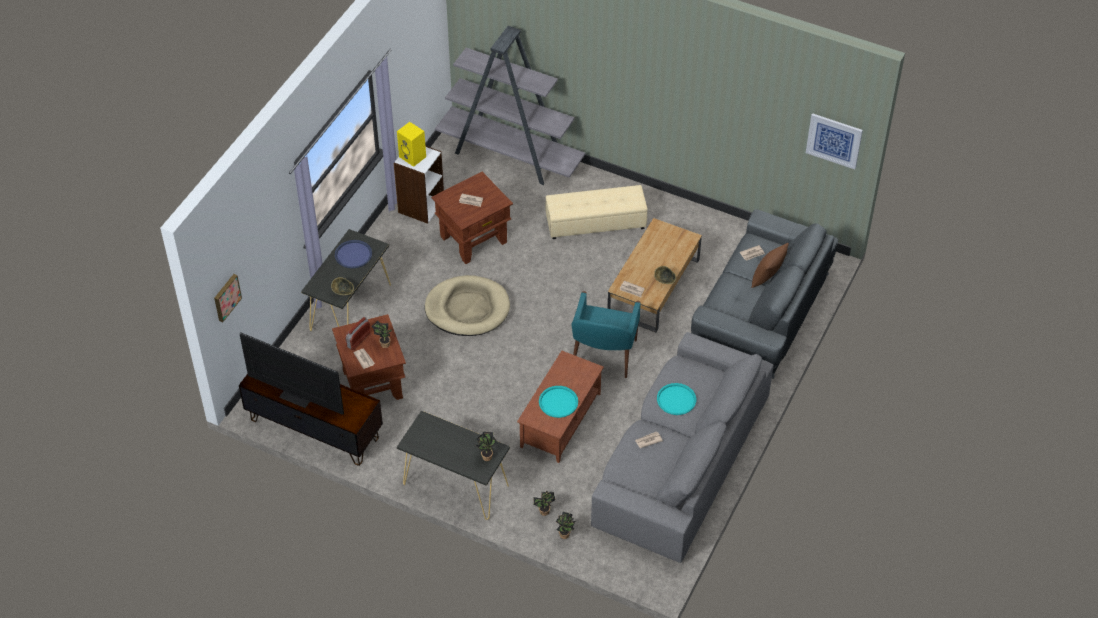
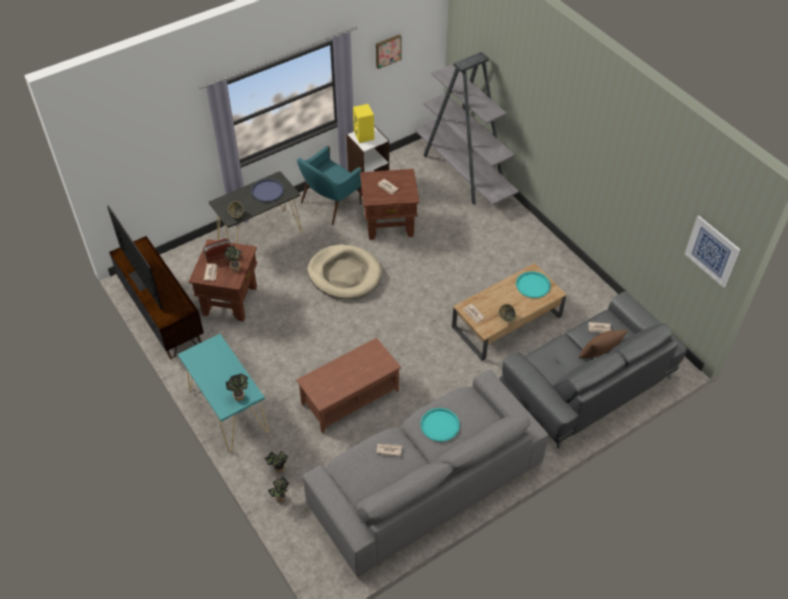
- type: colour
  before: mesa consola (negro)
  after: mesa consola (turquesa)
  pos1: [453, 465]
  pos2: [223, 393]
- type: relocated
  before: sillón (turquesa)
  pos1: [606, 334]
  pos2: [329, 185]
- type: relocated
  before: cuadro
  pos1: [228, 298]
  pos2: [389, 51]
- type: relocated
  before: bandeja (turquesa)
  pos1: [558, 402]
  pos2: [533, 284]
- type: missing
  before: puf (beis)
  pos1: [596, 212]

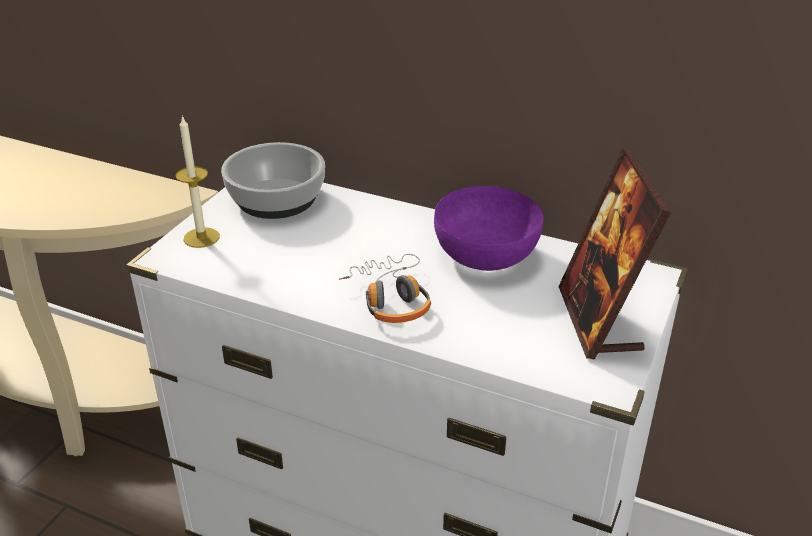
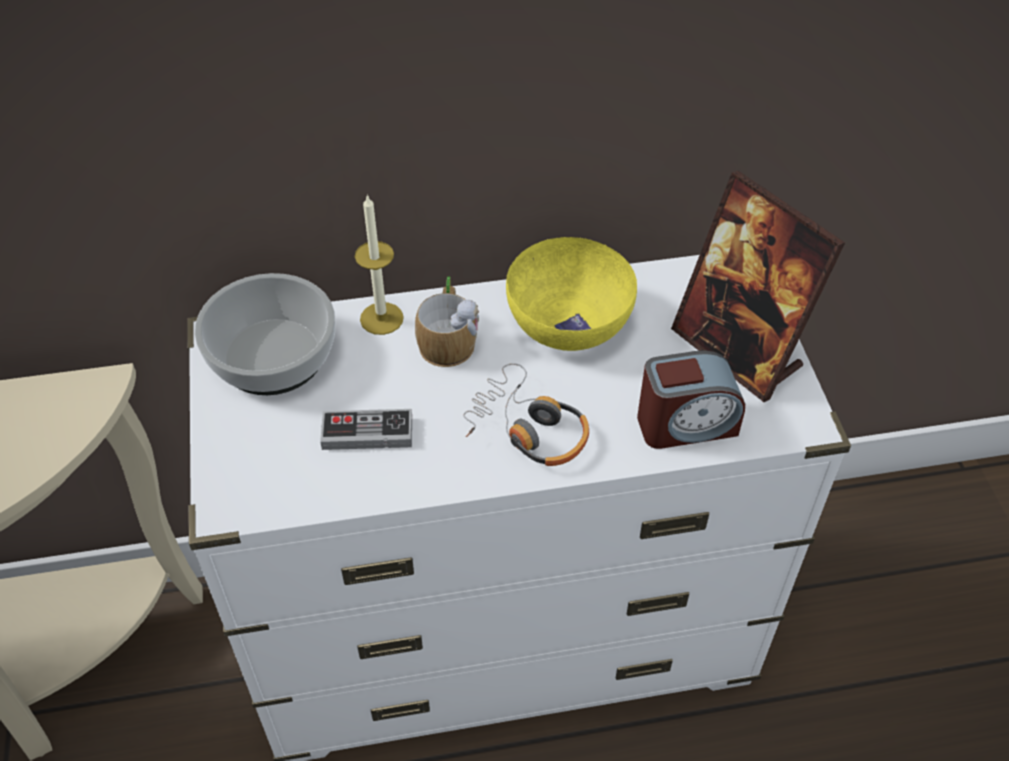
- type: appeared
  after: mando de consola
  pos2: [366, 429]
- type: relocated
  before: vela
  pos1: [197, 181]
  pos2: [379, 264]
- type: appeared
  after: taza grande
  pos2: [447, 322]
- type: colour
  before: cuenco (morado)
  after: cuenco (amarillo)
  pos1: [488, 228]
  pos2: [571, 294]
- type: appeared
  after: despertador
  pos2: [691, 399]

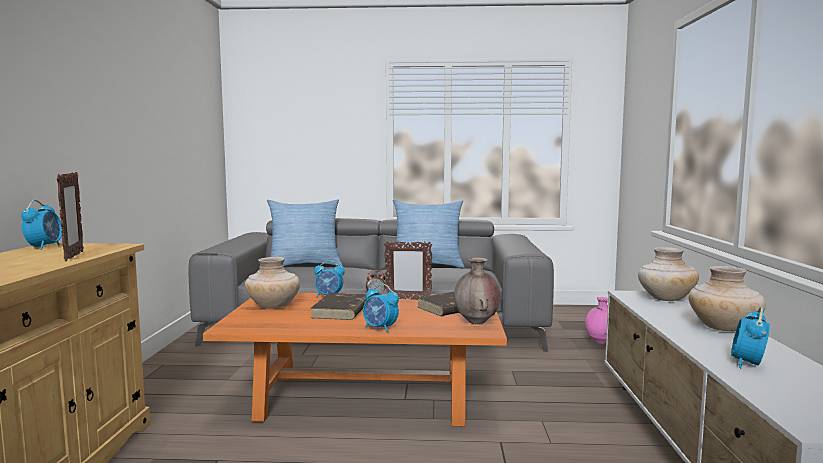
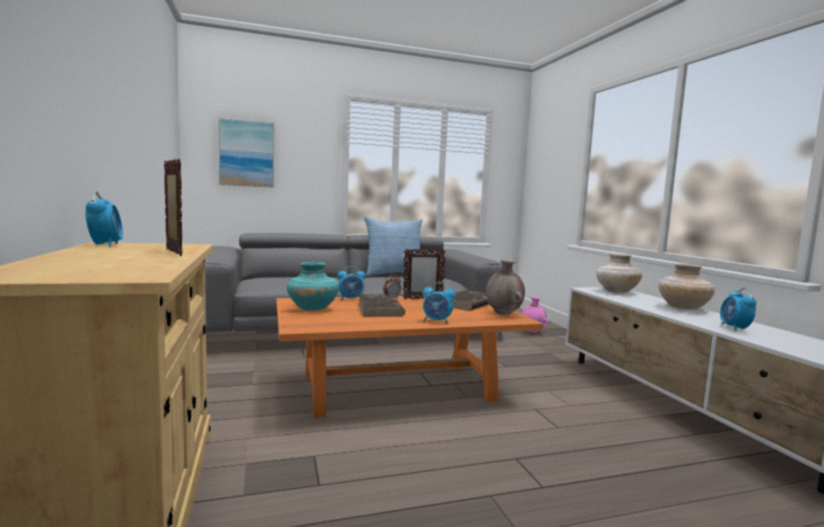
- type: appeared
  after: cuadro
  pos2: [246, 153]
- type: colour
  before: florero (beis)
  after: florero (turquesa)
  pos1: [272, 283]
  pos2: [313, 286]
- type: missing
  before: cojín
  pos1: [304, 232]

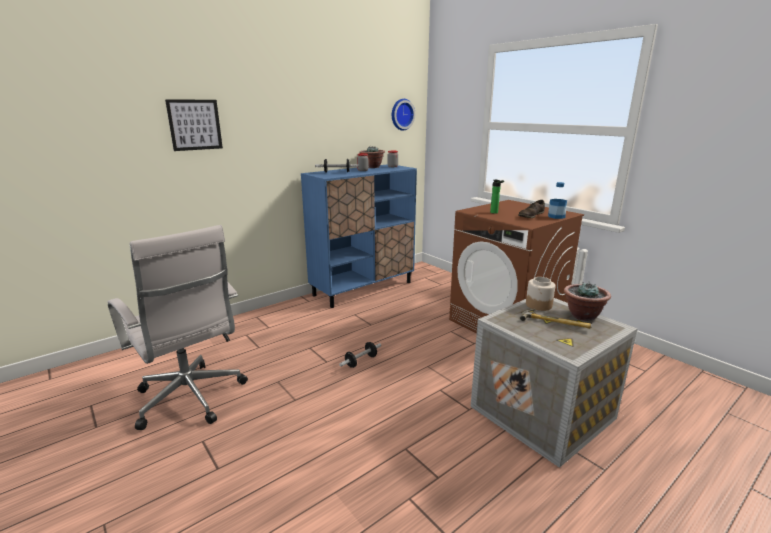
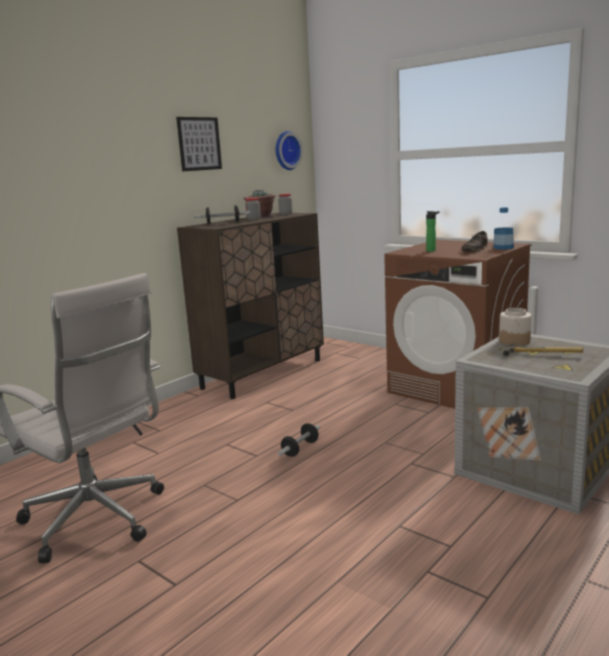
- type: relocated
  before: cuadro
  pos1: [194, 125]
  pos2: [199, 144]
- type: colour
  before: armario (azul)
  after: armario (marrón)
  pos1: [359, 236]
  pos2: [250, 306]
- type: missing
  before: planta en maceta
  pos1: [587, 301]

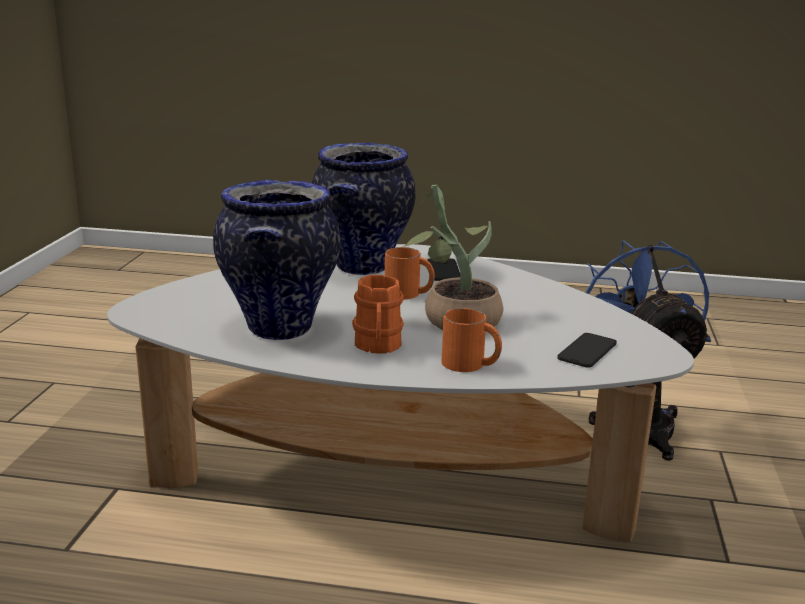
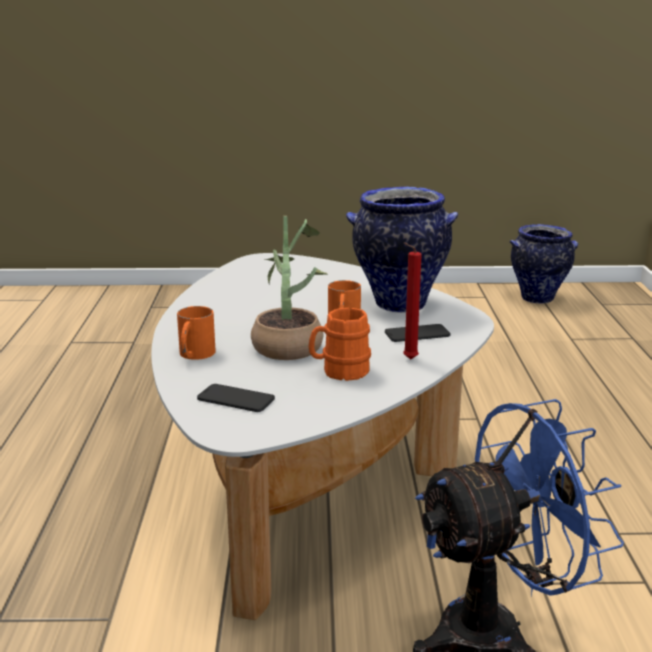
- type: relocated
  before: taza grande (naranja)
  pos1: [378, 314]
  pos2: [340, 344]
- type: appeared
  after: vela (rojo)
  pos2: [412, 300]
- type: relocated
  before: florero
  pos1: [277, 260]
  pos2: [544, 264]

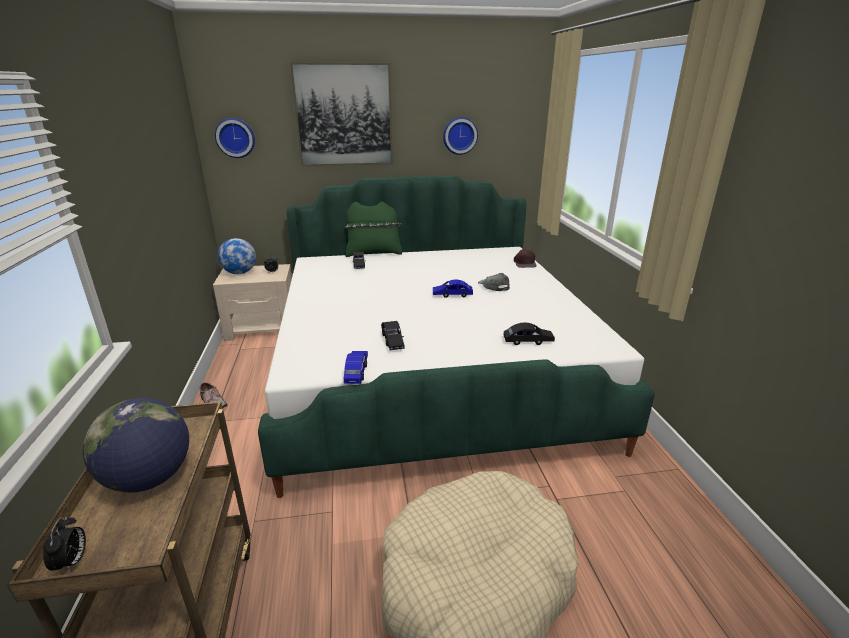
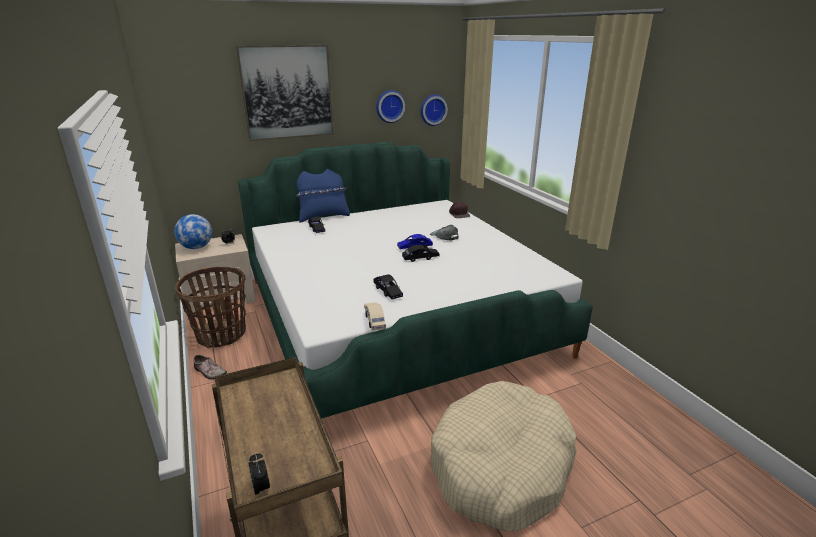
- type: appeared
  after: cesta
  pos2: [210, 307]
- type: colour
  before: cojín (verde)
  after: cojín (azul)
  pos1: [373, 229]
  pos2: [323, 196]
- type: colour
  before: coche de juguete (azul)
  after: coche de juguete (beis)
  pos1: [356, 367]
  pos2: [375, 316]
- type: relocated
  before: coche de juguete (negro)
  pos1: [529, 334]
  pos2: [421, 253]
- type: relocated
  before: reloj de pared
  pos1: [235, 138]
  pos2: [434, 110]
- type: missing
  before: globo terráqueo
  pos1: [136, 445]

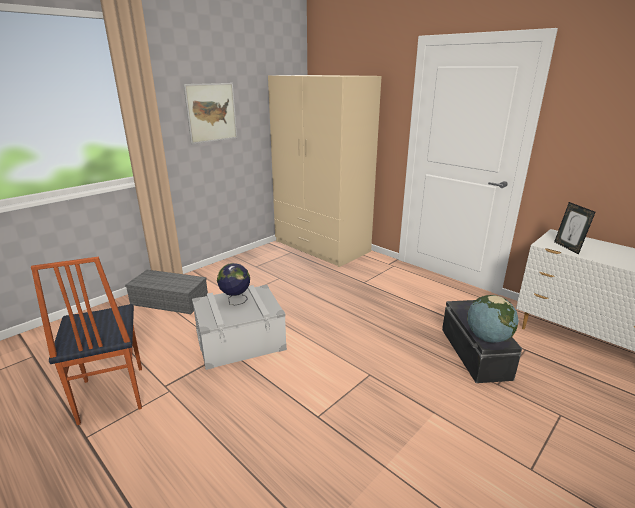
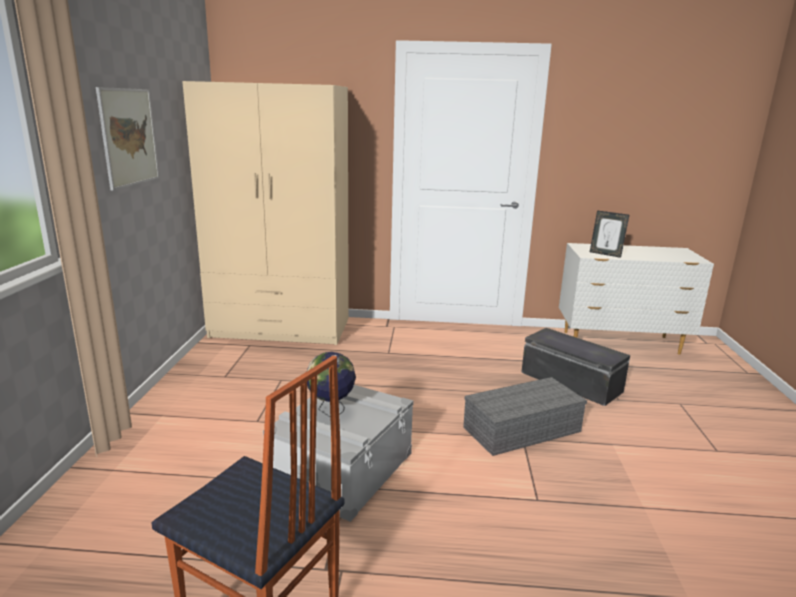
- type: relocated
  before: caja de almacenaje (gris)
  pos1: [166, 292]
  pos2: [525, 416]
- type: missing
  before: globo terráqueo
  pos1: [493, 319]

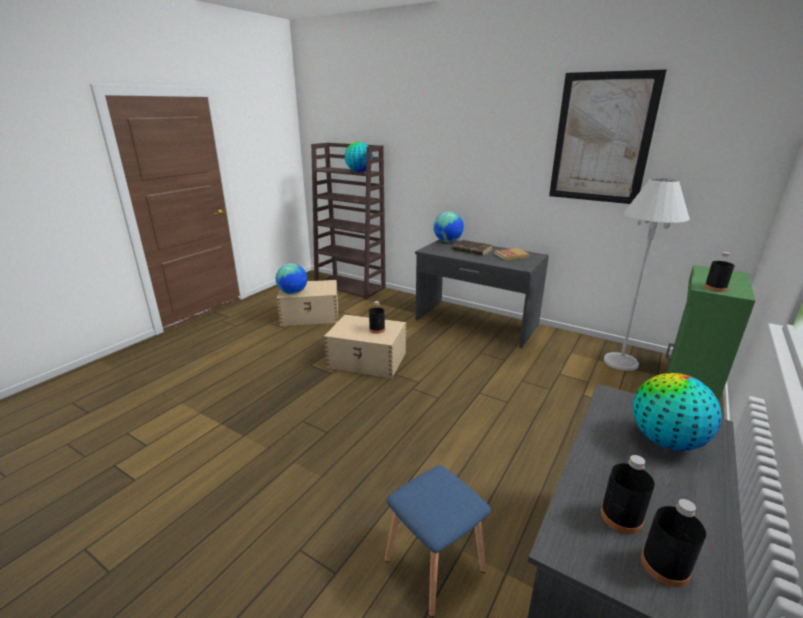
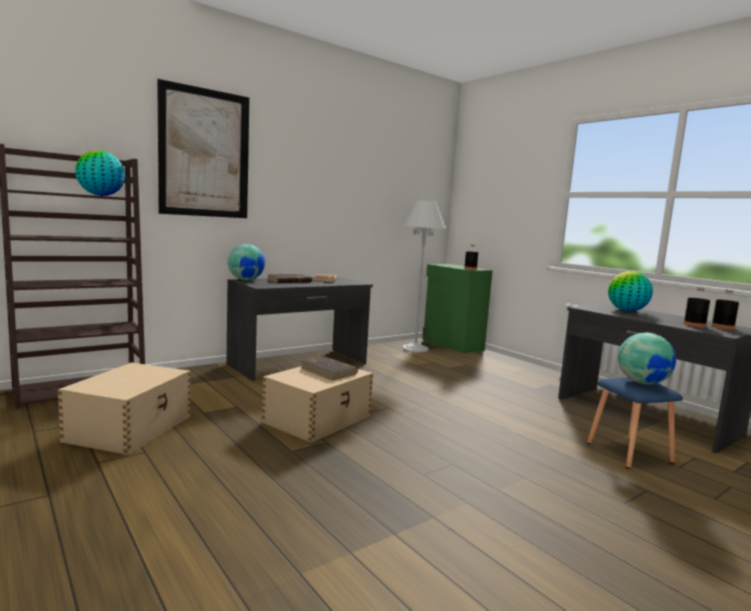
- type: relocated
  before: cuadro
  pos1: [608, 136]
  pos2: [203, 148]
- type: exchanged
  before: botella (negro)
  after: libro (marrón)
  pos1: [377, 317]
  pos2: [329, 368]
- type: relocated
  before: globo terráqueo
  pos1: [291, 278]
  pos2: [647, 358]

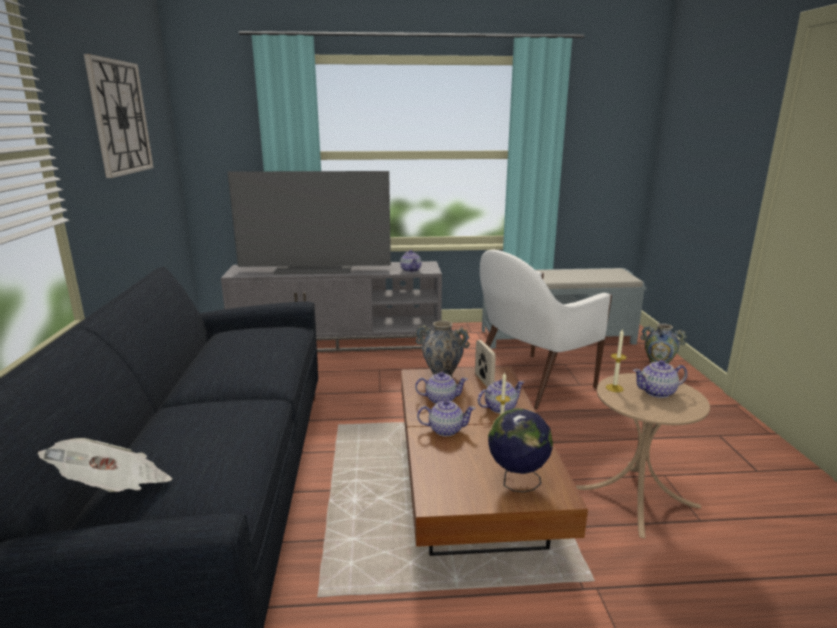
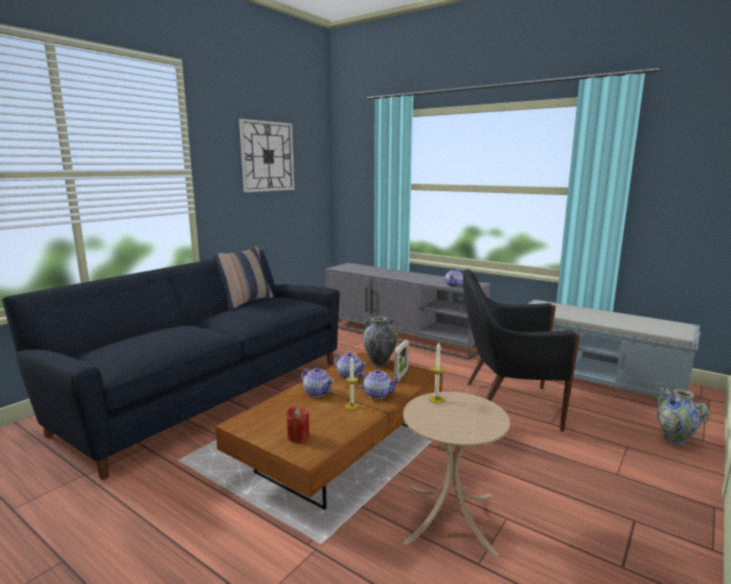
- type: appeared
  after: cojín
  pos2: [243, 278]
- type: exchanged
  before: globo terráqueo
  after: vela (rojo)
  pos1: [520, 450]
  pos2: [297, 425]
- type: colour
  before: sillón (blanco)
  after: sillón (negro)
  pos1: [546, 330]
  pos2: [521, 350]
- type: missing
  before: periódico
  pos1: [105, 465]
- type: missing
  before: televisor
  pos1: [309, 223]
- type: missing
  before: tetera
  pos1: [660, 379]

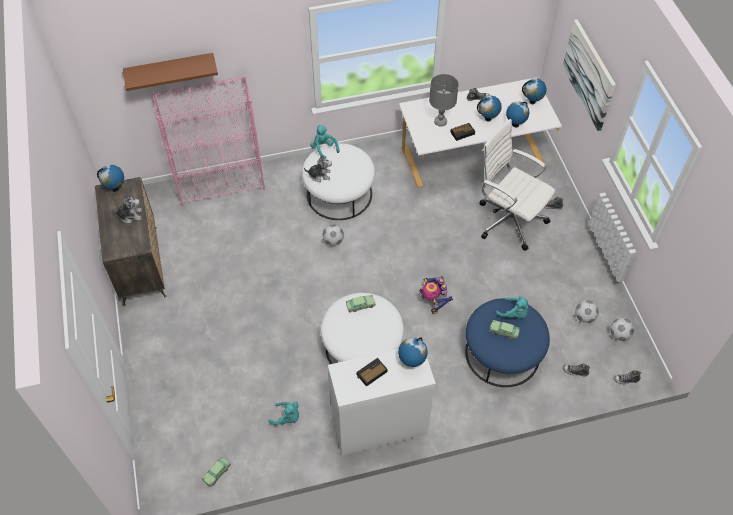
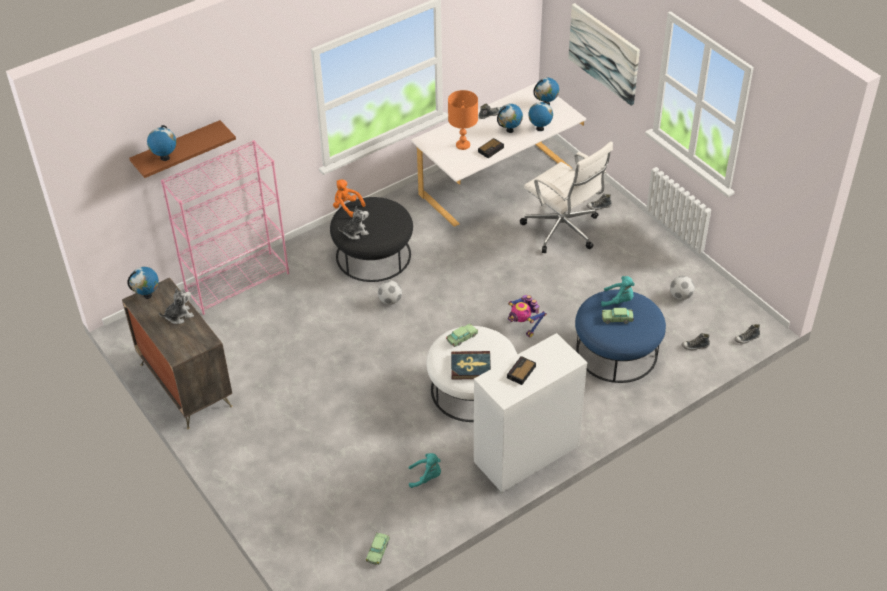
- type: relocated
  before: globo terráqueo
  pos1: [413, 352]
  pos2: [161, 143]
- type: colour
  before: puf (blanco)
  after: puf (negro)
  pos1: [338, 181]
  pos2: [371, 239]
- type: colour
  before: peluche (turquesa)
  after: peluche (naranja)
  pos1: [324, 142]
  pos2: [349, 198]
- type: colour
  before: lámpara de mesa (gris)
  after: lámpara de mesa (naranja)
  pos1: [444, 100]
  pos2: [463, 120]
- type: appeared
  after: libro
  pos2: [471, 365]
- type: spun
  before: silla de oficina (blanco)
  pos1: [517, 185]
  pos2: [566, 197]
  turn: -150
- type: missing
  before: balón de fútbol
  pos1: [622, 329]

